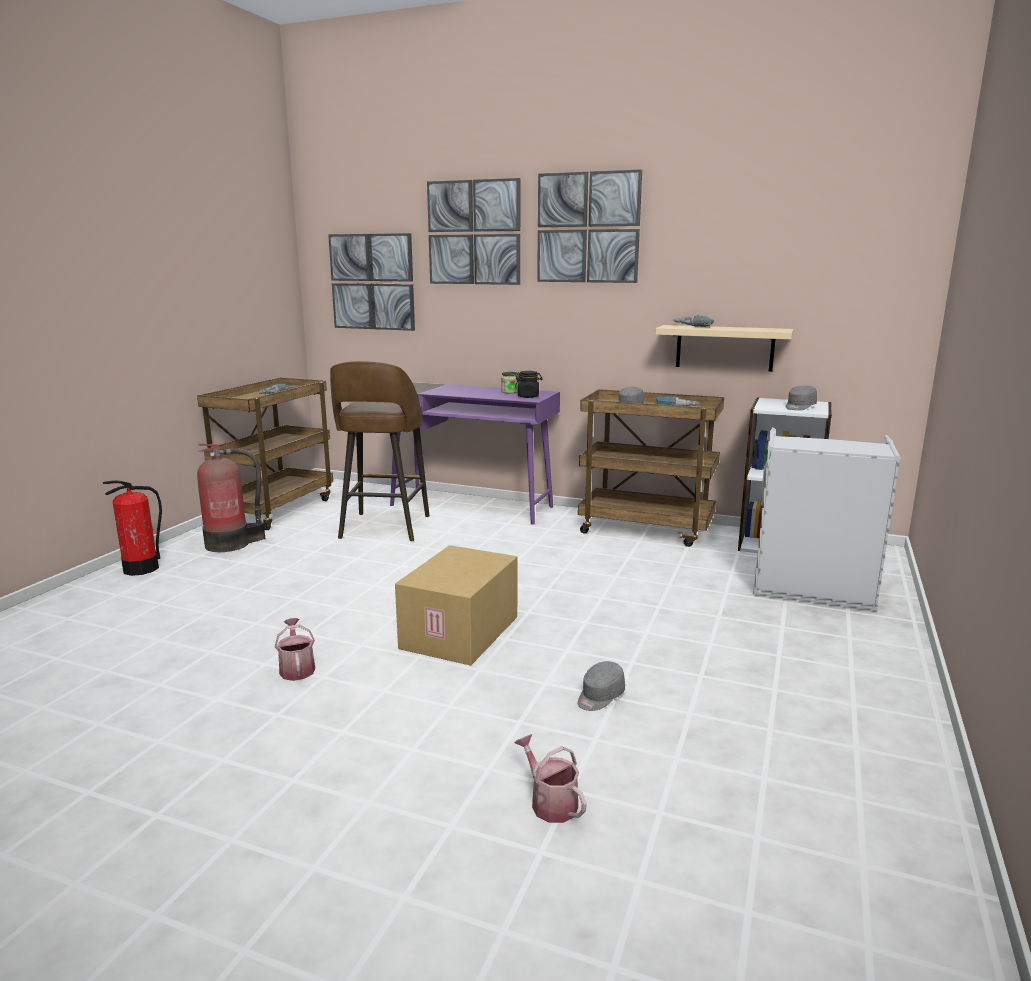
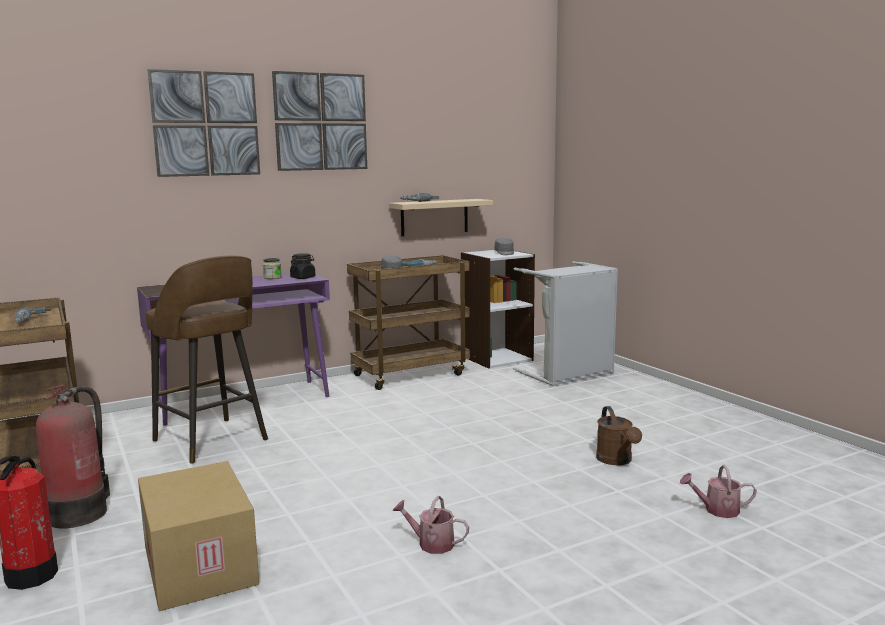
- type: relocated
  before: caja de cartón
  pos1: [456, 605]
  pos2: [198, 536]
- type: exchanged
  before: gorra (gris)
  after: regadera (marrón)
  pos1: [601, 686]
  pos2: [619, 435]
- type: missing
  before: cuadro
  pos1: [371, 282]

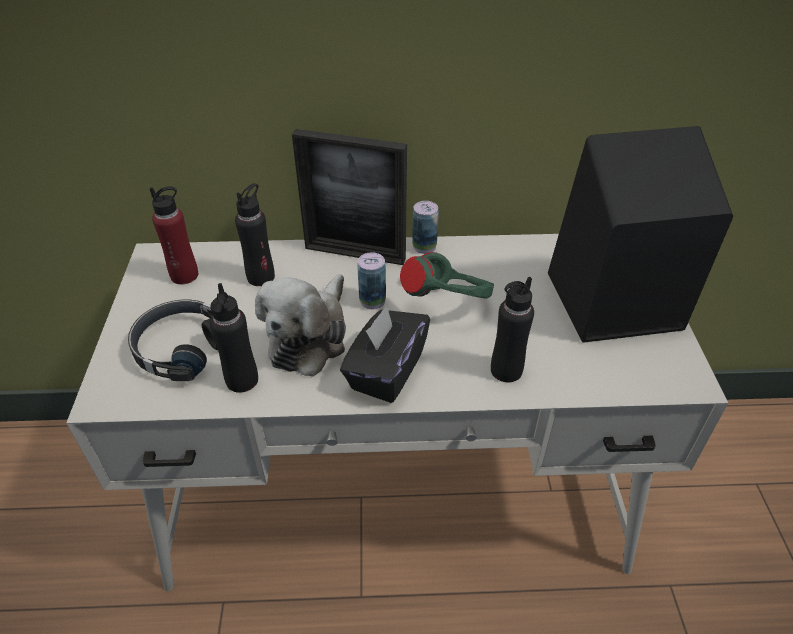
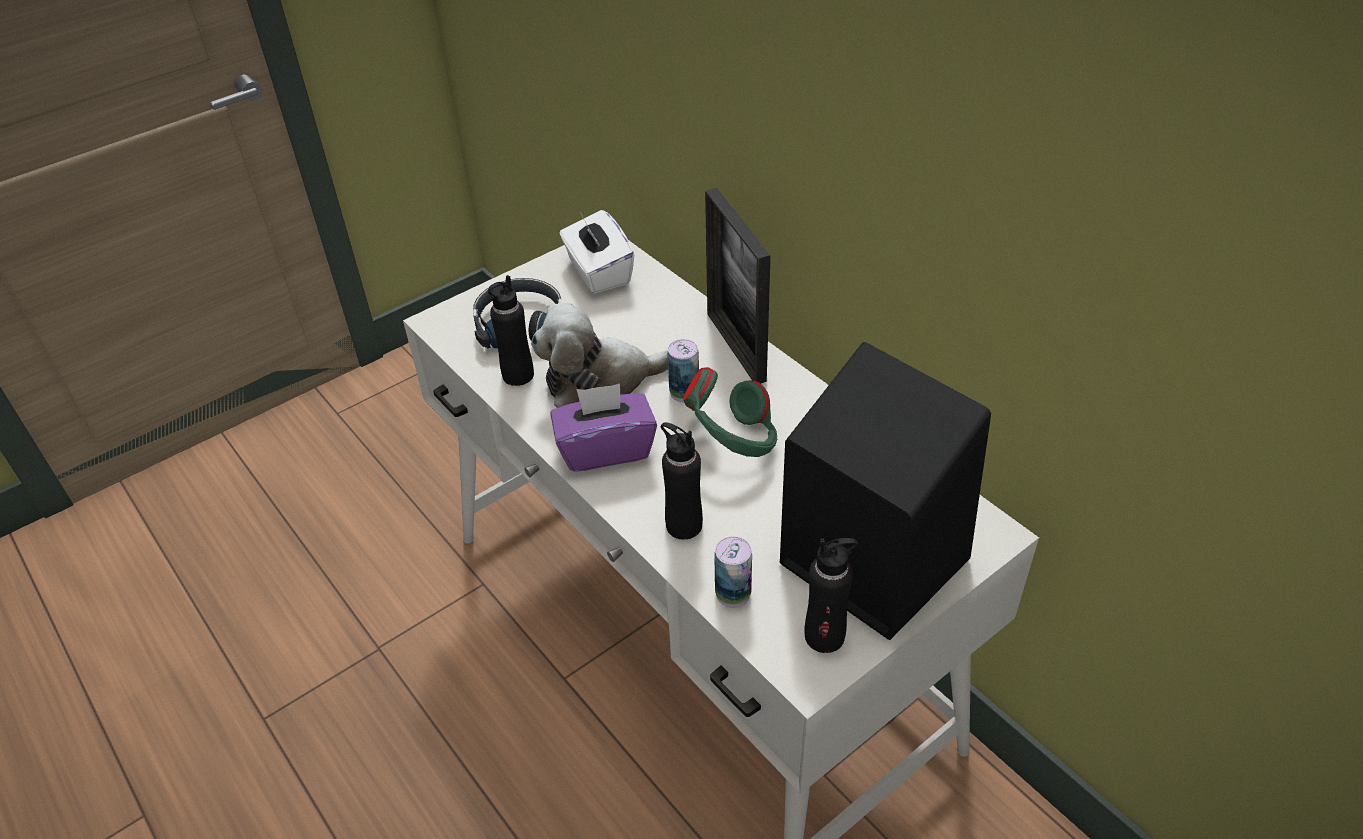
- type: colour
  before: caja de pañuelos (negro)
  after: caja de pañuelos (morado)
  pos1: [385, 354]
  pos2: [603, 428]
- type: exchanged
  before: botella (rojo)
  after: caja de pañuelos (blanco)
  pos1: [174, 235]
  pos2: [596, 252]
- type: relocated
  before: lata
  pos1: [425, 227]
  pos2: [733, 572]
- type: relocated
  before: botella (negro)
  pos1: [255, 234]
  pos2: [831, 595]

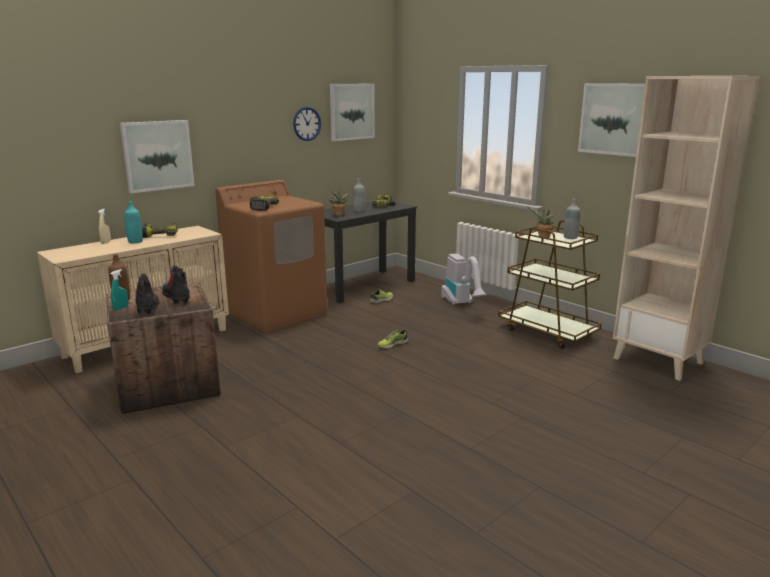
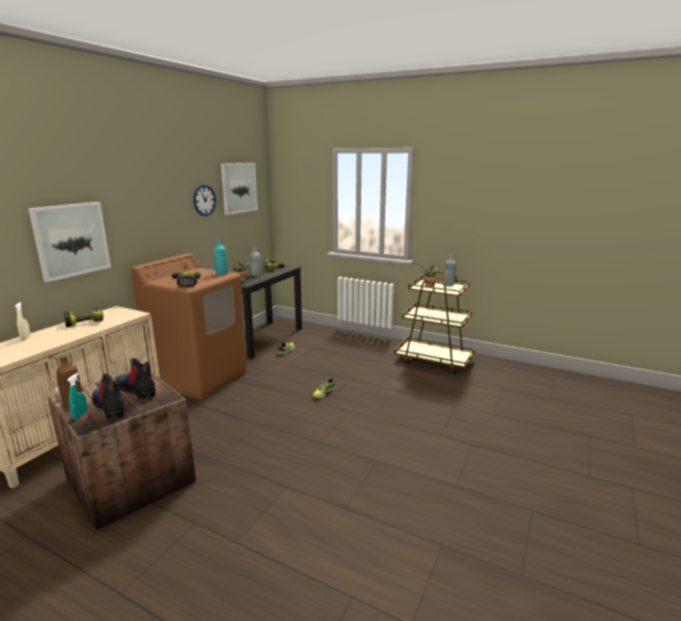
- type: relocated
  before: botella (turquesa)
  pos1: [133, 222]
  pos2: [221, 257]
- type: missing
  before: aspiradora
  pos1: [464, 279]
- type: missing
  before: cuadro
  pos1: [611, 120]
- type: missing
  before: estantería (beis)
  pos1: [686, 228]

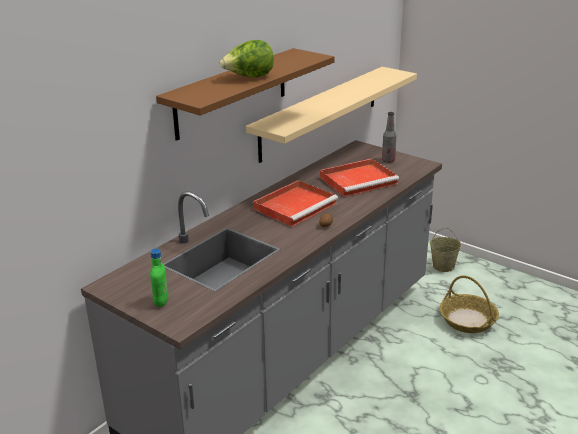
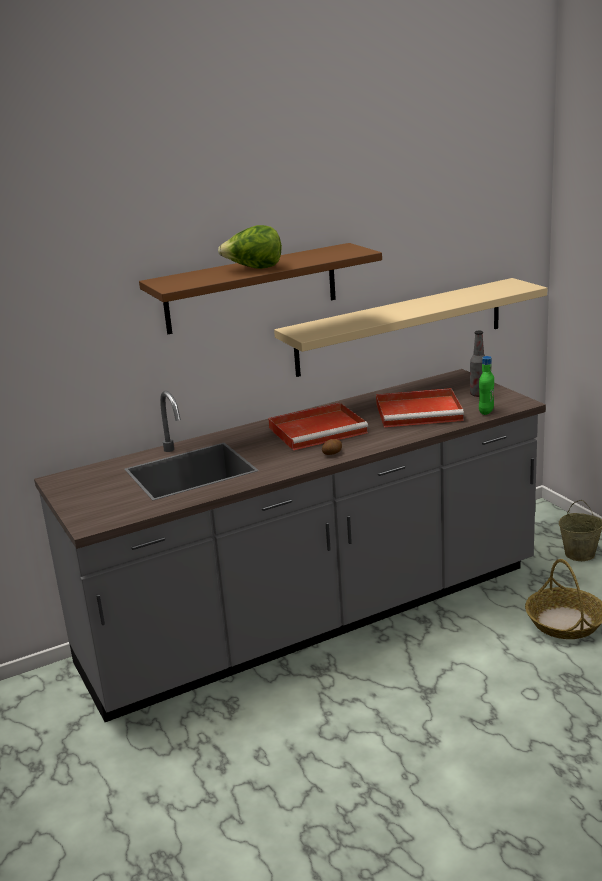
- type: relocated
  before: botella (verde)
  pos1: [159, 278]
  pos2: [486, 385]

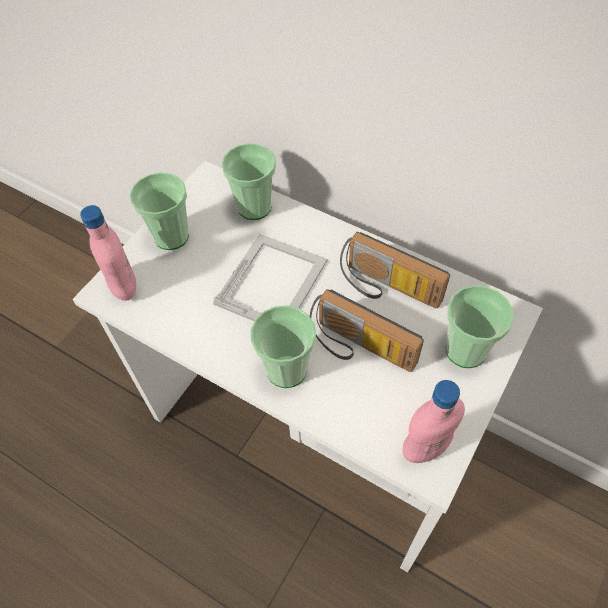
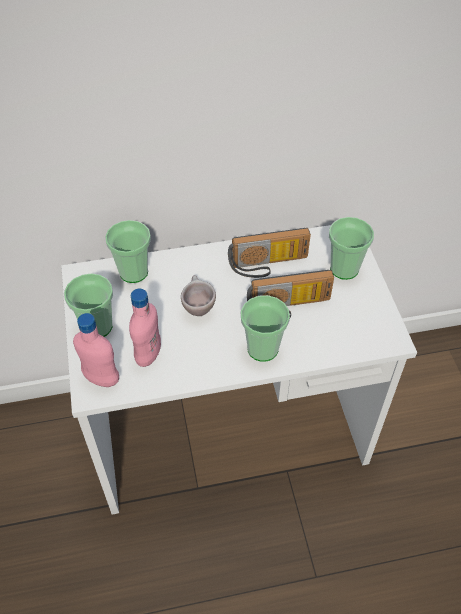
- type: relocated
  before: botella (rosa)
  pos1: [433, 421]
  pos2: [145, 328]
- type: exchanged
  before: portarretratos
  after: taza (beis)
  pos1: [270, 277]
  pos2: [198, 295]

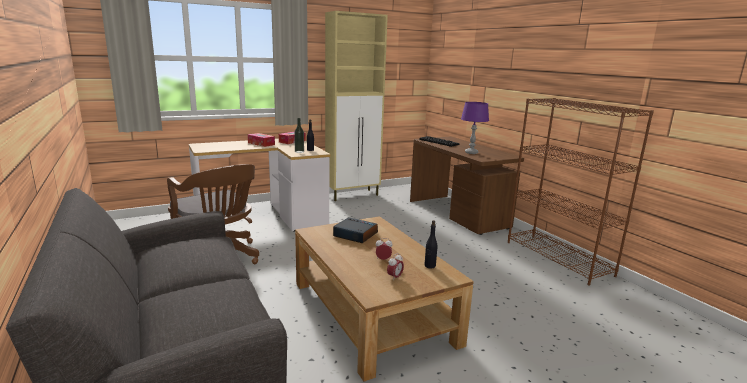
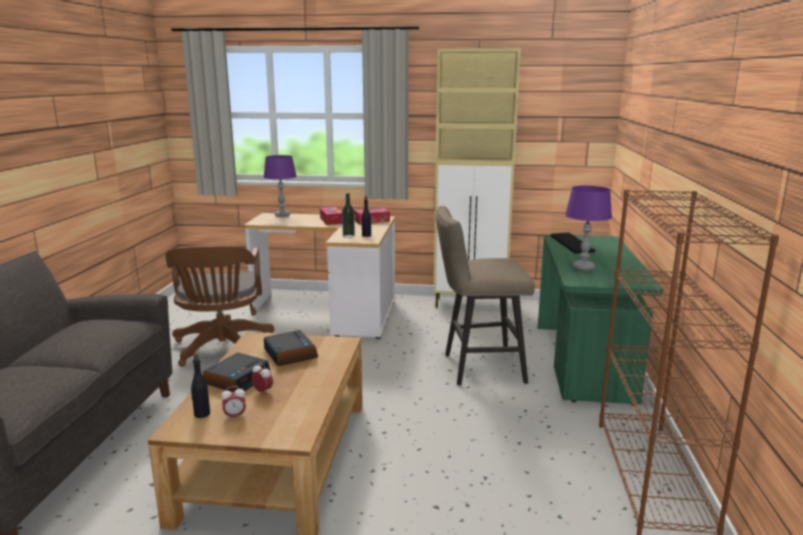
- type: relocated
  before: botella (negro)
  pos1: [430, 244]
  pos2: [200, 385]
- type: appeared
  after: despertador
  pos2: [237, 372]
- type: appeared
  after: lámpara de mesa (morado)
  pos2: [280, 186]
- type: appeared
  after: taburete (beis)
  pos2: [485, 295]
- type: colour
  before: escritorio (marrón)
  after: escritorio (verde)
  pos1: [467, 186]
  pos2: [600, 320]

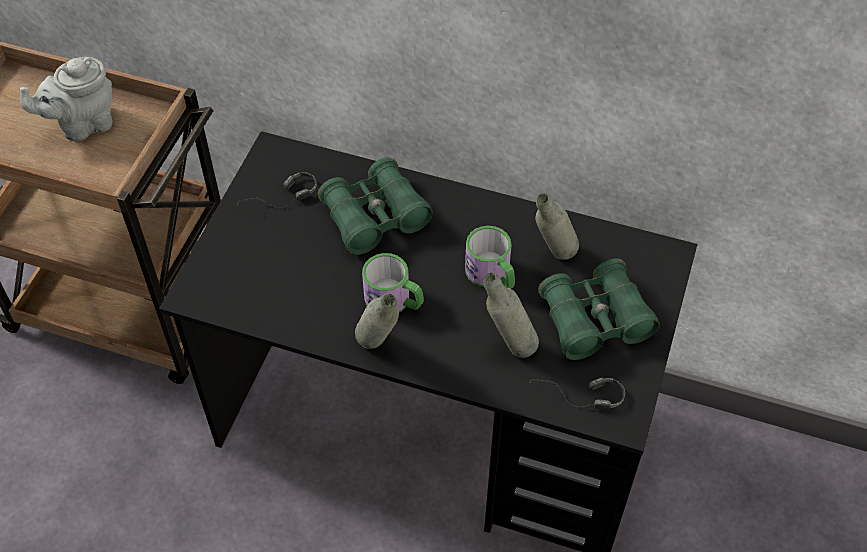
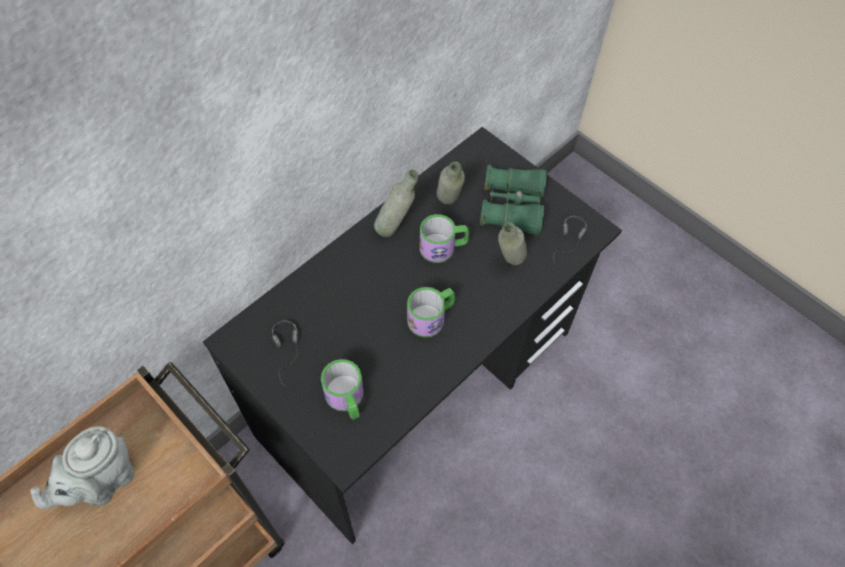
- type: spun
  before: tetera (gris)
  pos1: [66, 99]
  pos2: [82, 467]
  turn: 45
- type: appeared
  after: taza grande
  pos2: [342, 389]
- type: relocated
  before: botella (gris)
  pos1: [377, 321]
  pos2: [396, 203]
- type: missing
  before: prismáticos (verde)
  pos1: [375, 206]

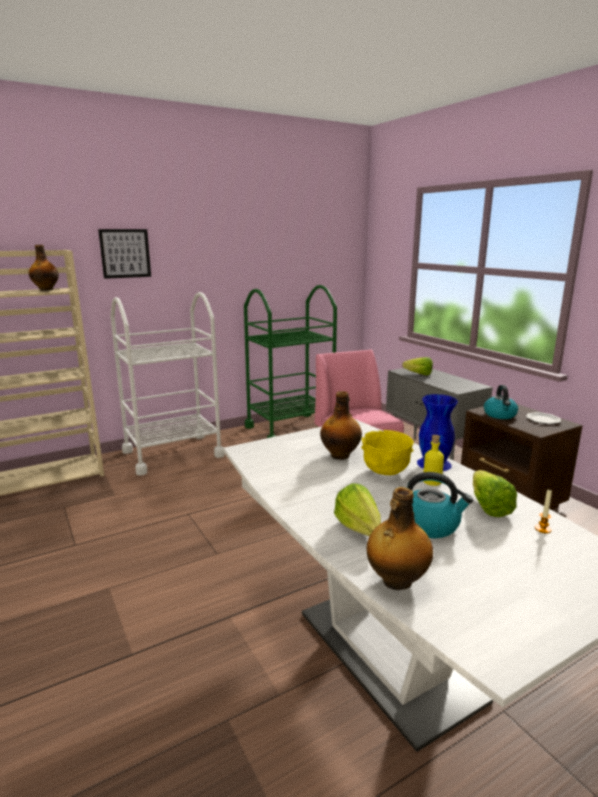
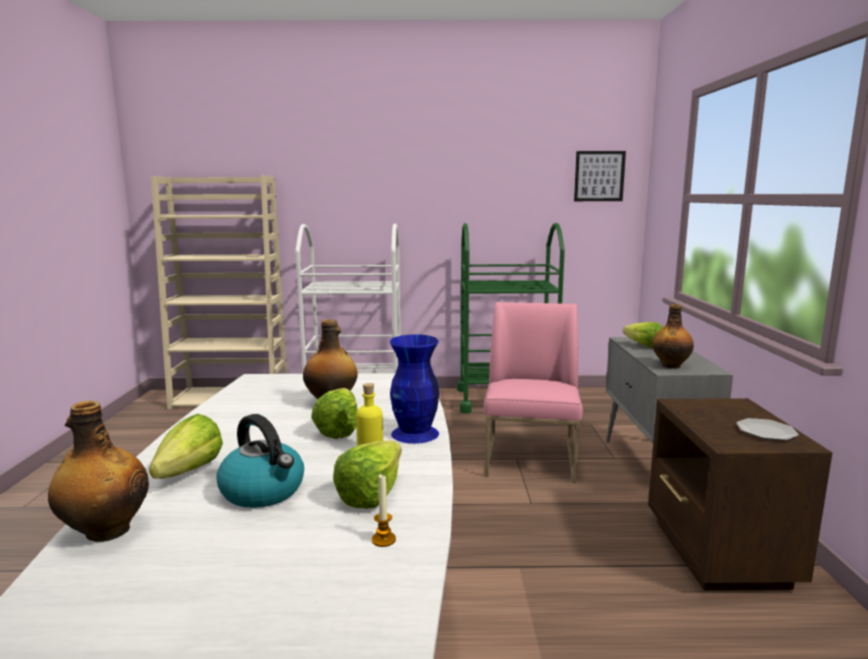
- type: exchanged
  before: cuenco (amarillo)
  after: lechuga
  pos1: [387, 452]
  pos2: [334, 413]
- type: relocated
  before: cuadro
  pos1: [124, 254]
  pos2: [600, 176]
- type: relocated
  before: botella
  pos1: [44, 268]
  pos2: [673, 336]
- type: missing
  before: hervidor
  pos1: [501, 402]

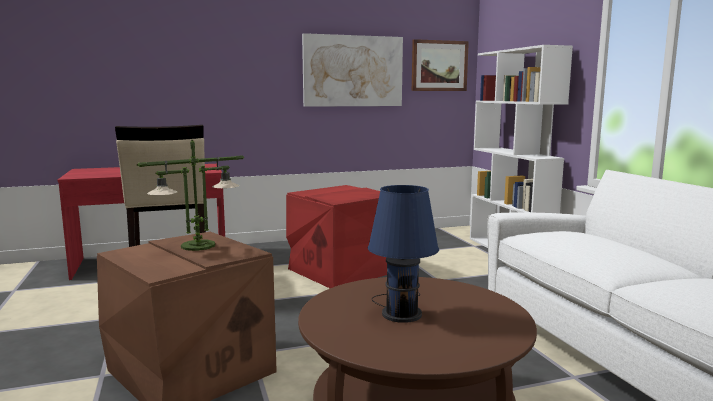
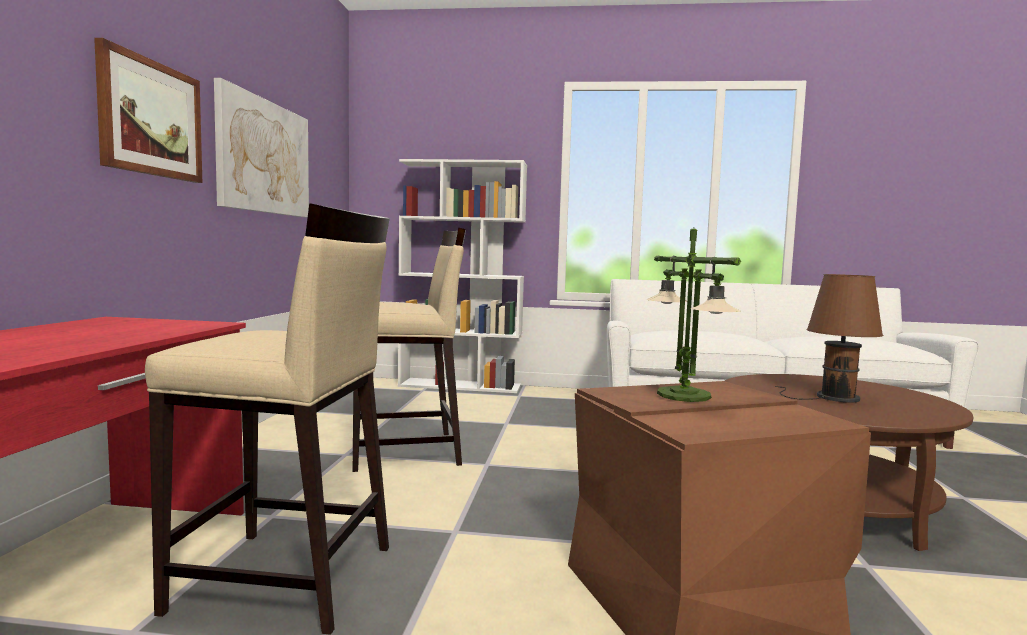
- type: relocated
  before: cuadro
  pos1: [440, 65]
  pos2: [148, 110]
- type: exchanged
  before: caja de almacenaje (rojo)
  after: taburete (beis)
  pos1: [336, 236]
  pos2: [409, 350]
- type: colour
  before: lámpara de mesa (azul)
  after: lámpara de mesa (marrón)
  pos1: [403, 254]
  pos2: [829, 338]

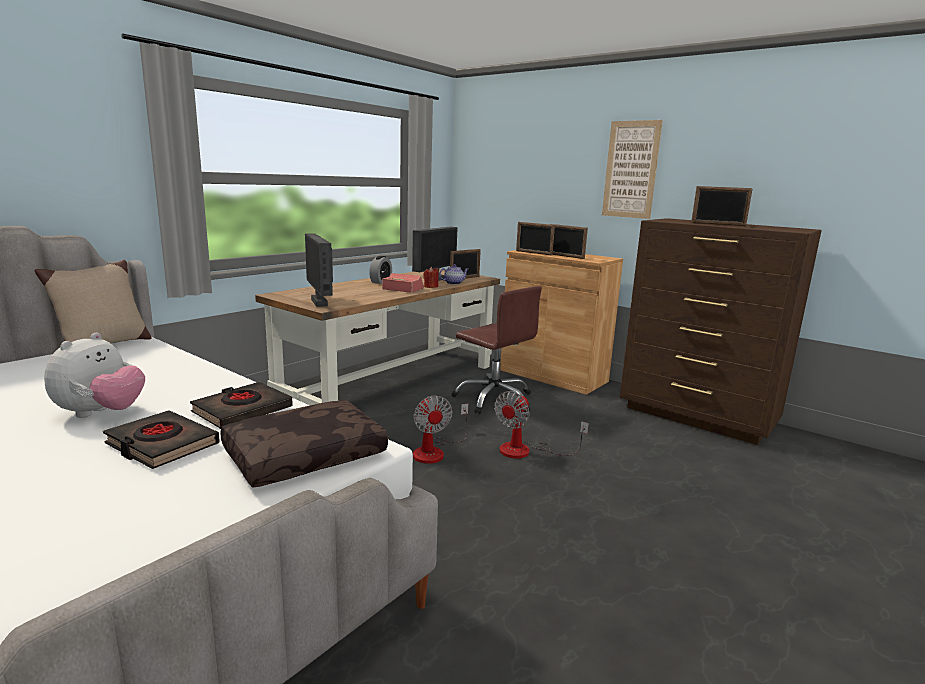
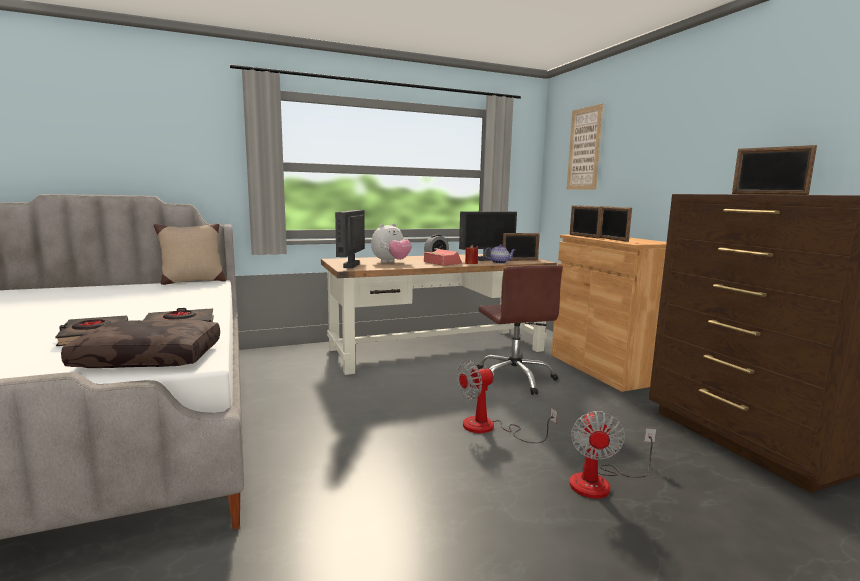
- type: relocated
  before: peluche
  pos1: [94, 375]
  pos2: [391, 243]
- type: relocated
  before: cuadro
  pos1: [632, 169]
  pos2: [585, 147]
- type: relocated
  before: ventilador
  pos1: [440, 430]
  pos2: [612, 455]

